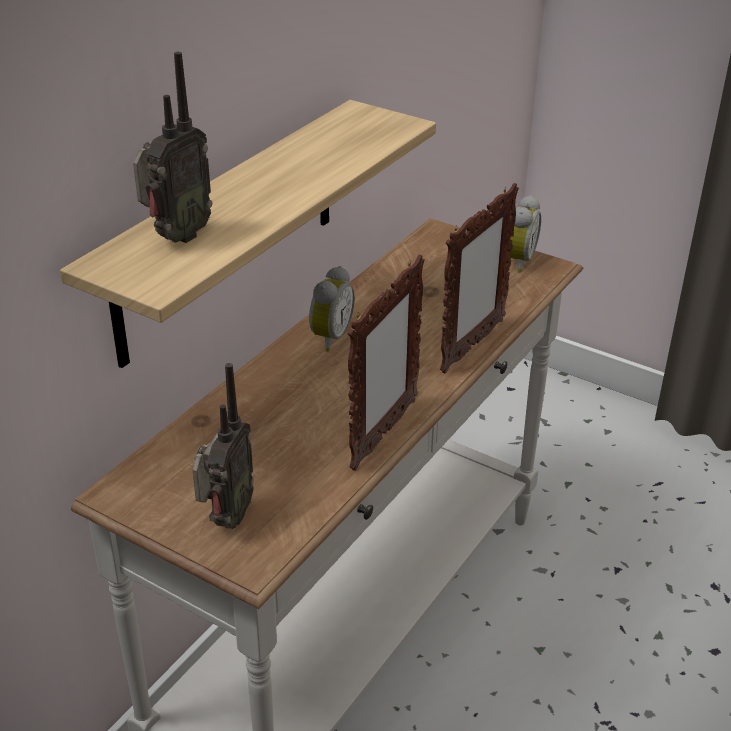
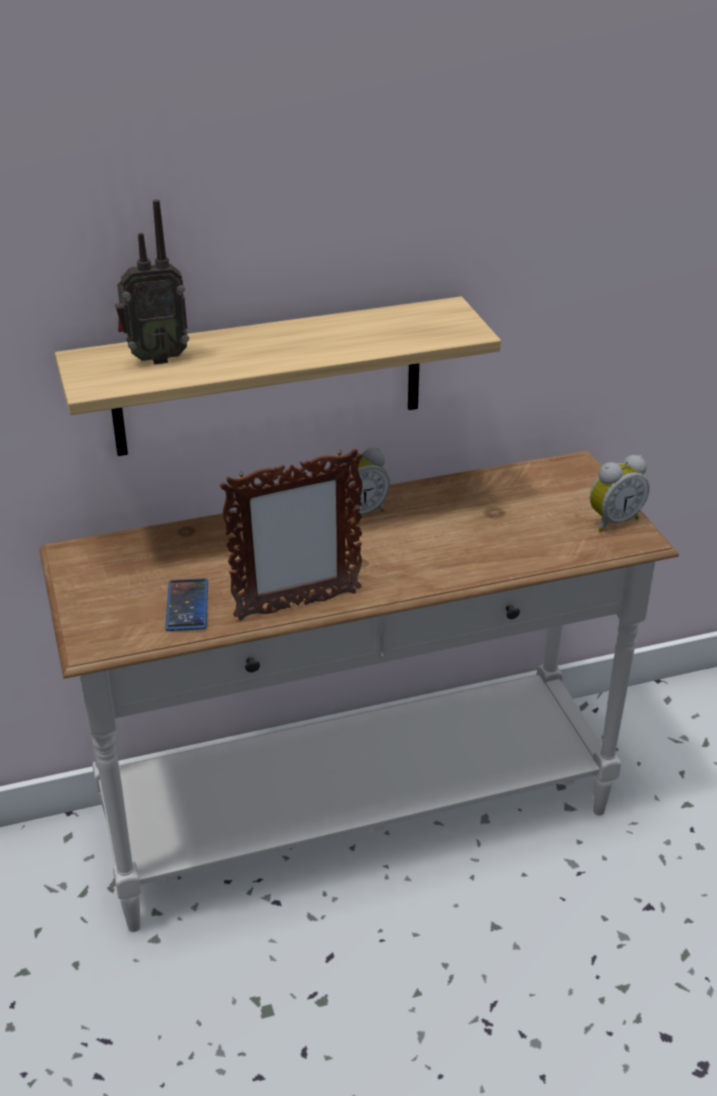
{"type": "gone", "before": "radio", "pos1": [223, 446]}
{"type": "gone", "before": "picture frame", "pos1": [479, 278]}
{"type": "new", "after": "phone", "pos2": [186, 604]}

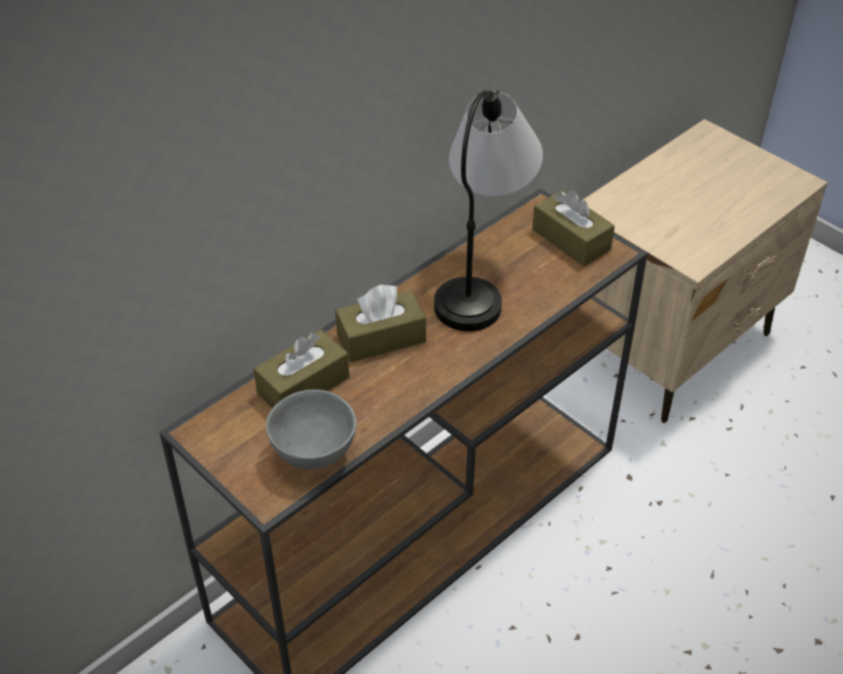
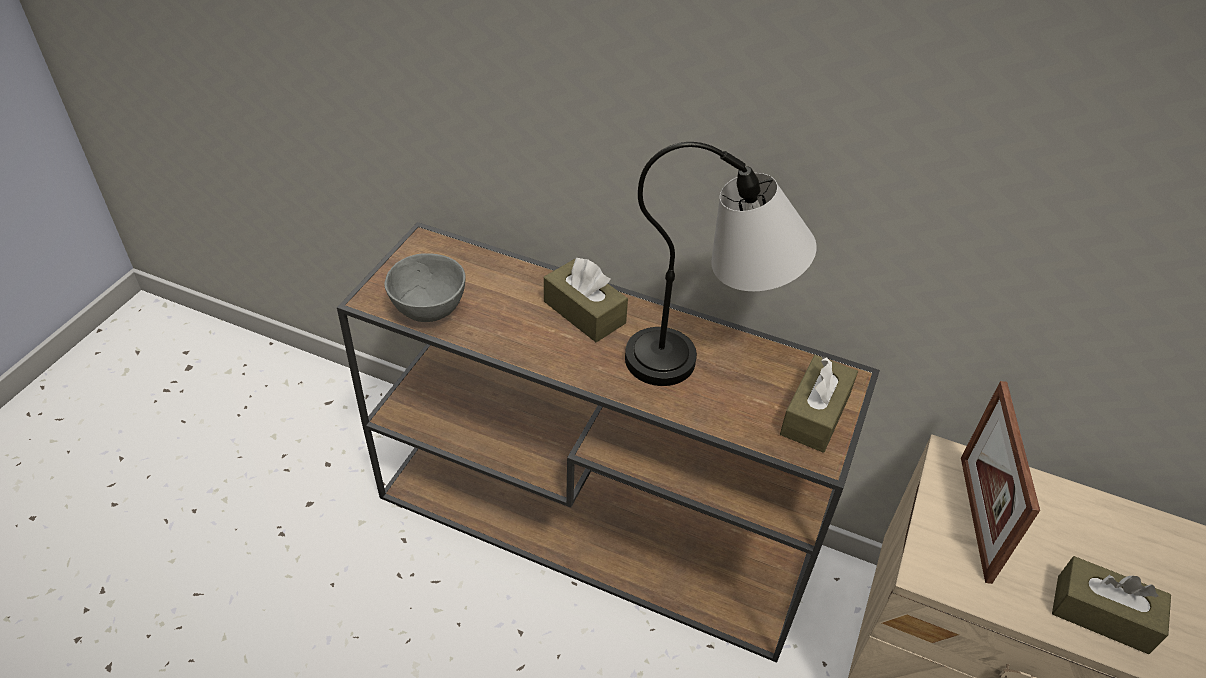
{"type": "new", "after": "picture frame", "pos2": [1000, 482]}
{"type": "shifted", "before": "tissue box in brown", "pos1": [301, 368], "pos2": [1111, 605]}

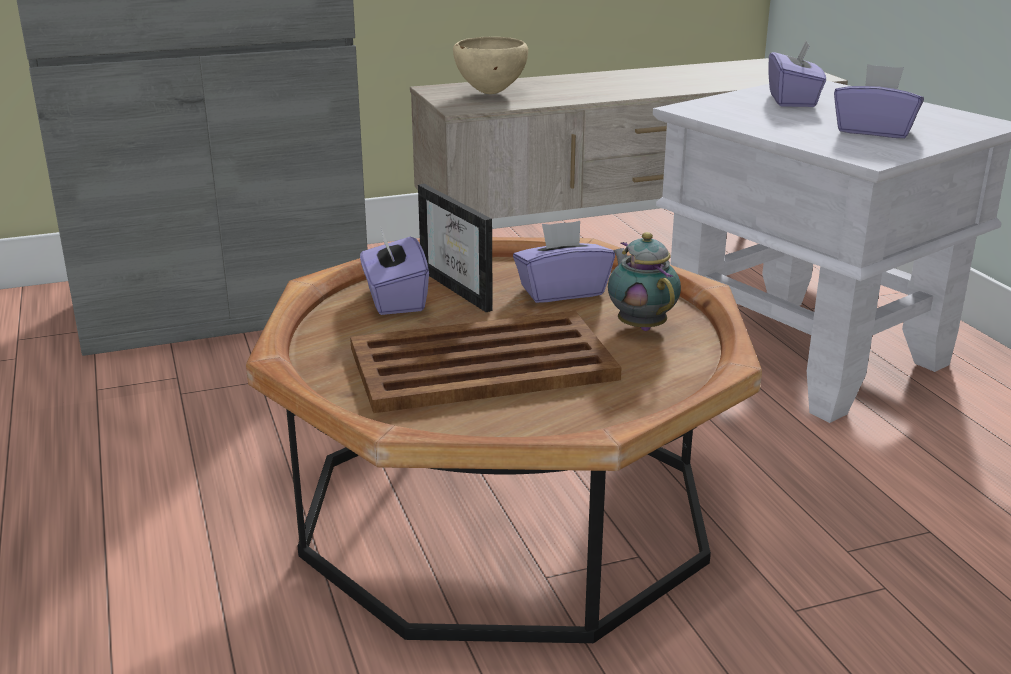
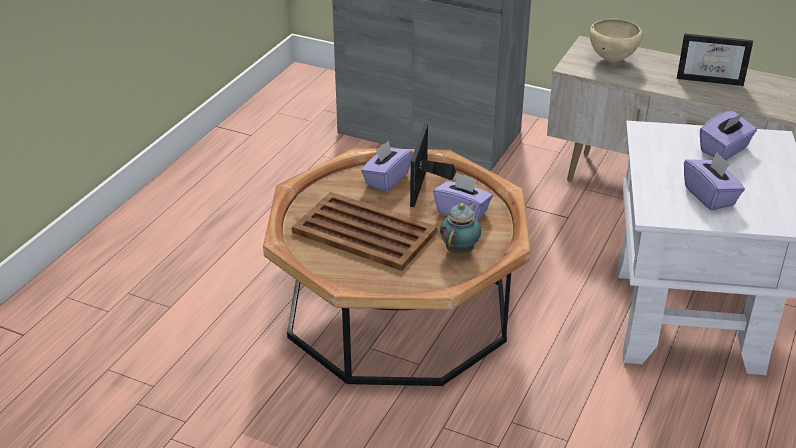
{"type": "new", "after": "picture frame", "pos2": [715, 59]}

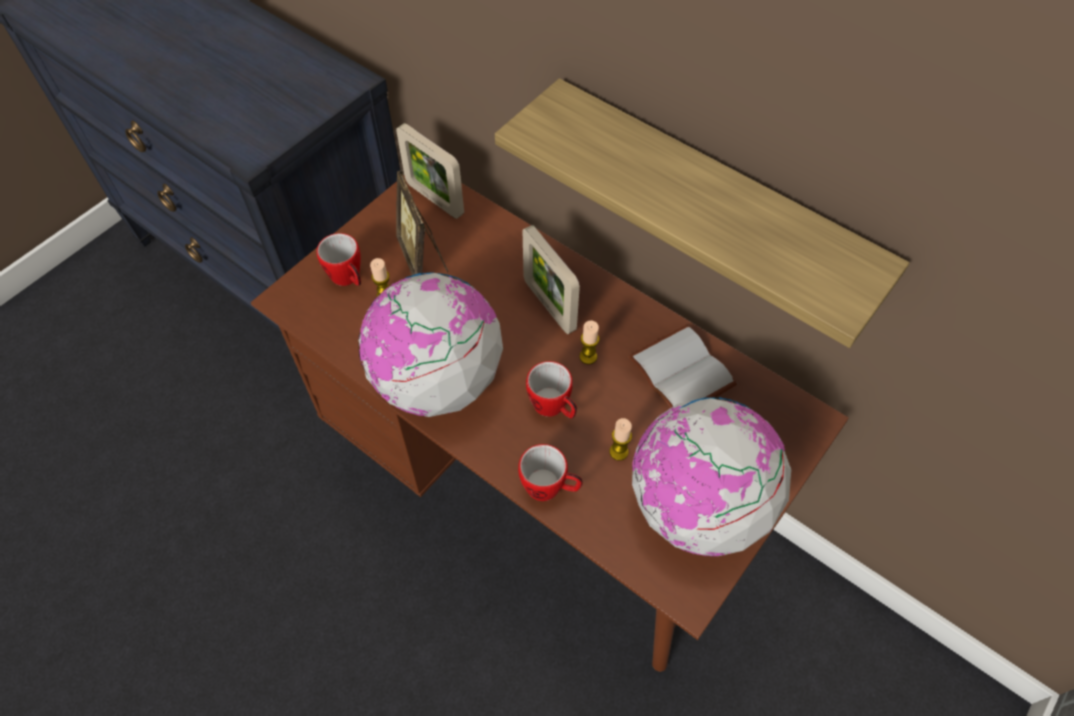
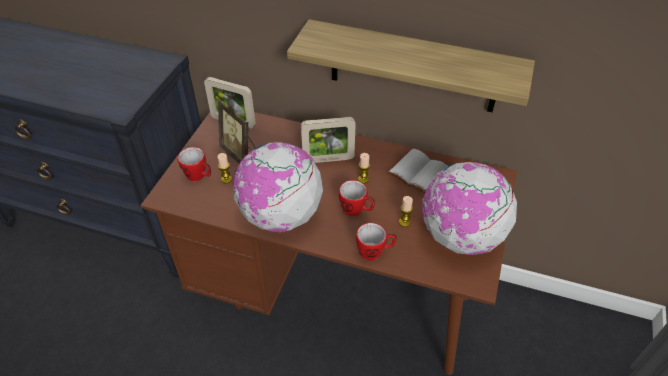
{"type": "rotated", "before": "picture frame", "pos1": [551, 279], "pos2": [328, 140], "turn": -45}

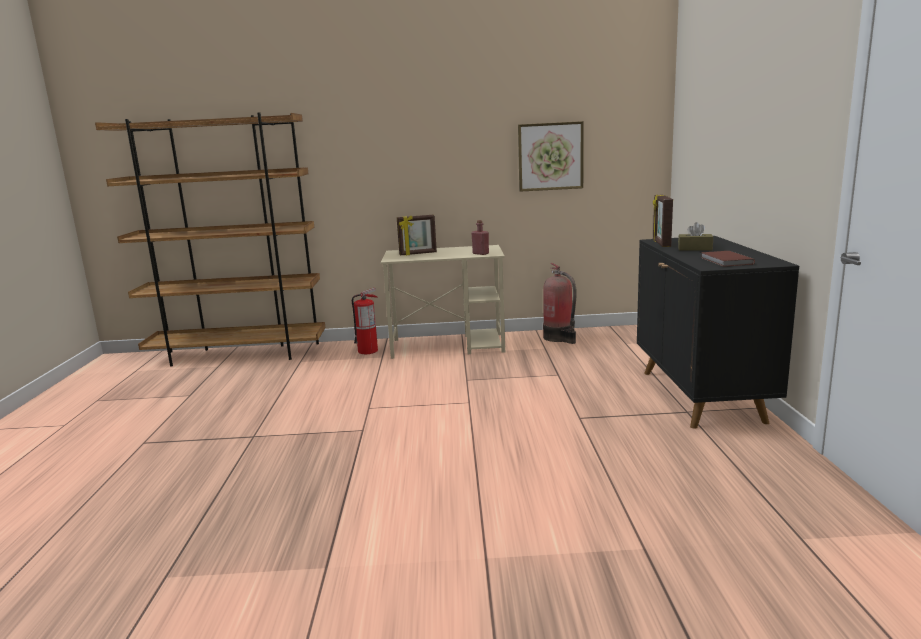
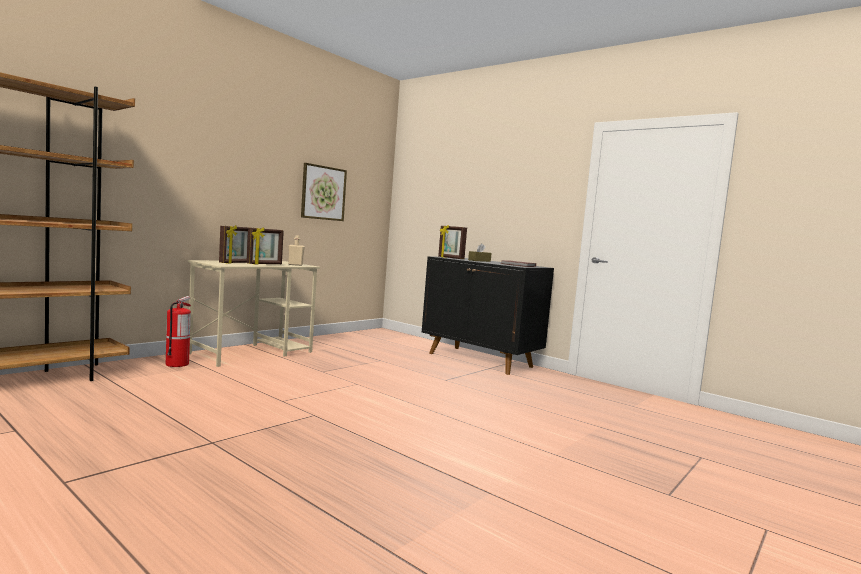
{"type": "gone", "before": "fire extinguisher", "pos1": [560, 303]}
{"type": "new", "after": "picture frame", "pos2": [265, 246]}
{"type": "repainted", "before": "bottle in red", "after": "bottle in beige", "pos1": [480, 237], "pos2": [296, 250]}

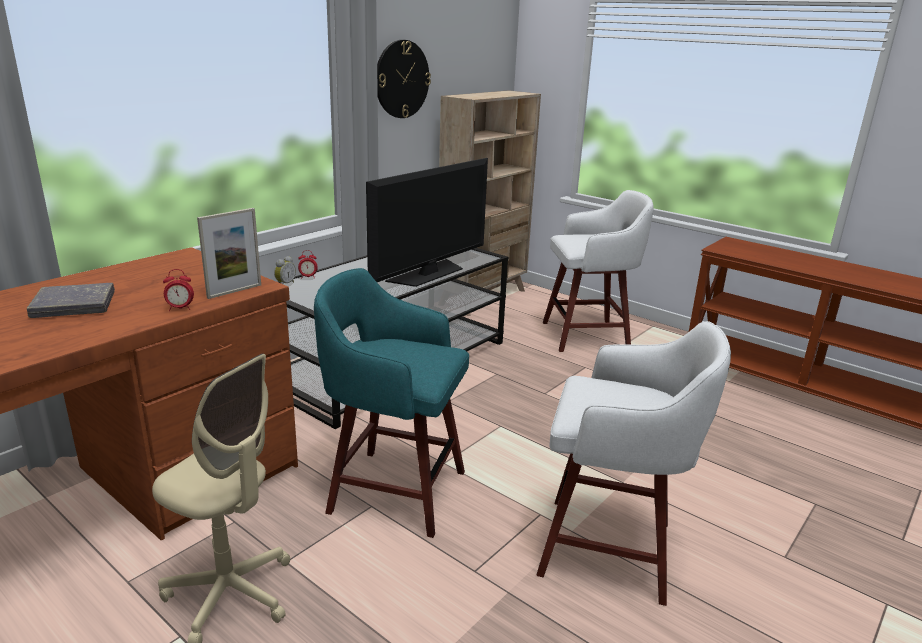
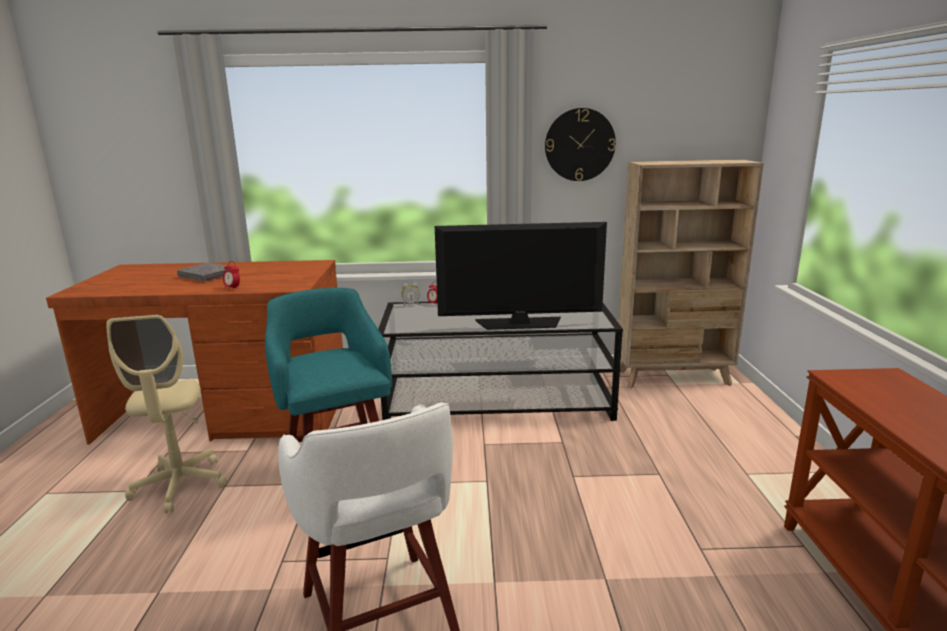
{"type": "gone", "before": "picture frame", "pos1": [229, 253]}
{"type": "gone", "before": "stool in white", "pos1": [598, 271]}

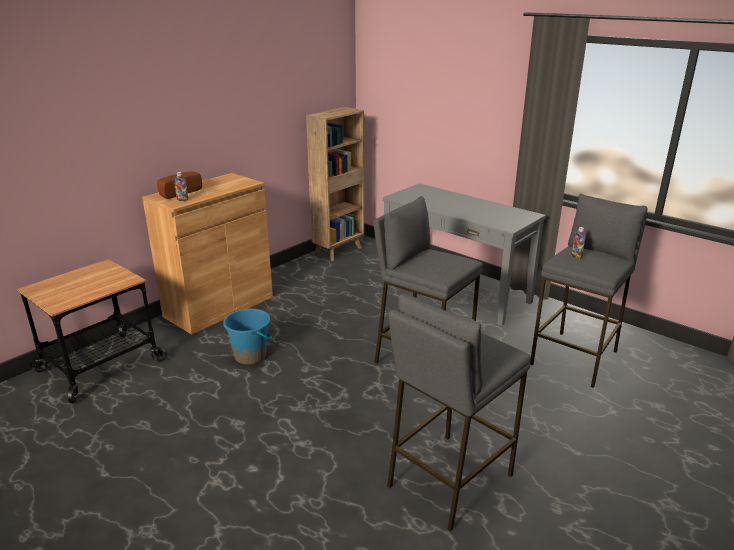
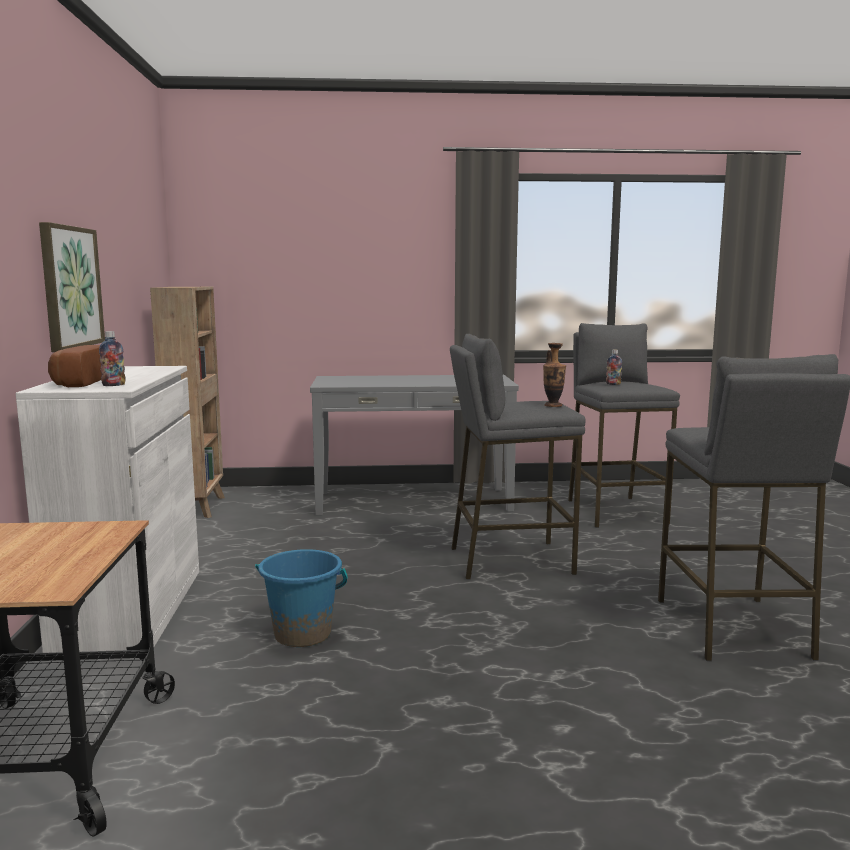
{"type": "new", "after": "picture", "pos2": [72, 287]}
{"type": "new", "after": "vase", "pos2": [554, 375]}
{"type": "repainted", "before": "cabinet in brown", "after": "cabinet in white", "pos1": [207, 254], "pos2": [107, 509]}

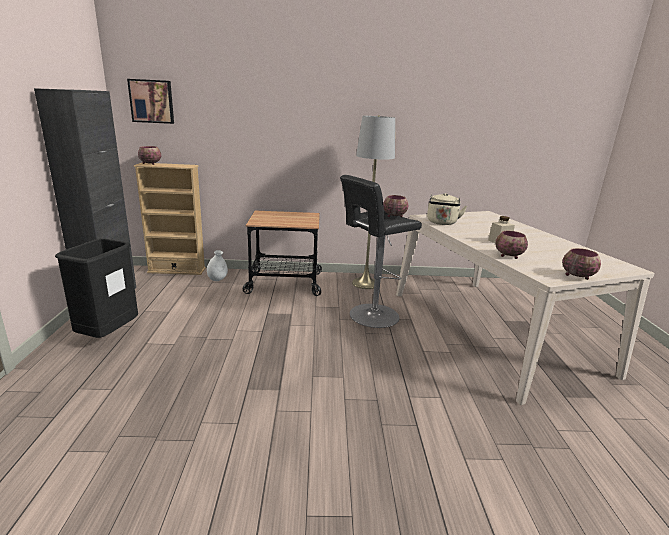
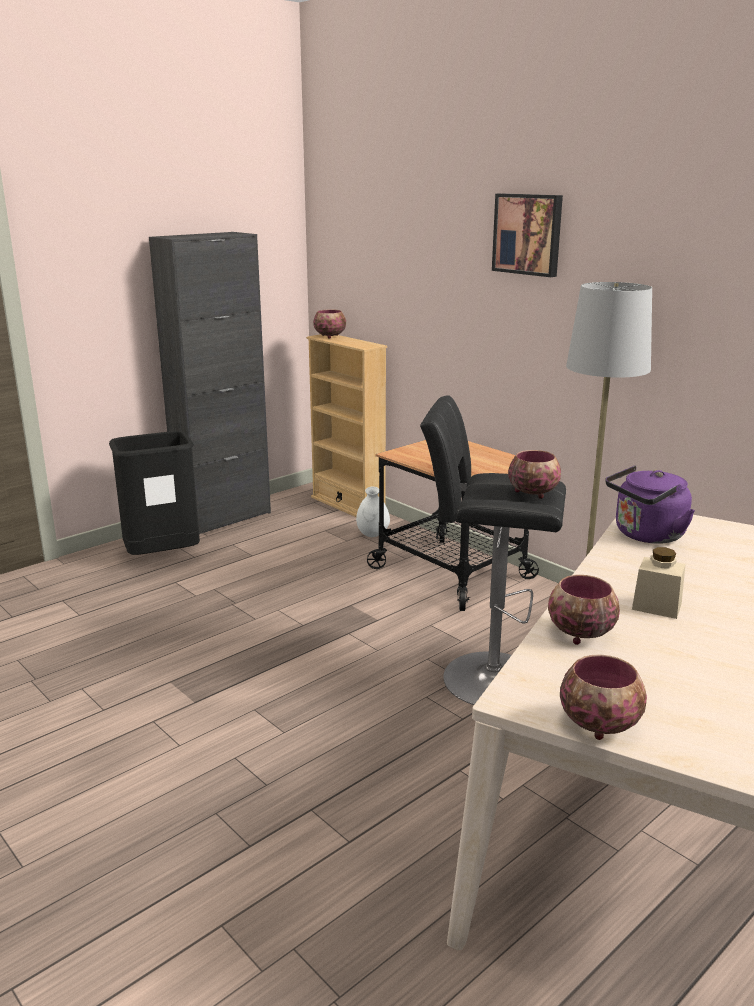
{"type": "shifted", "before": "picture", "pos1": [150, 101], "pos2": [527, 235]}
{"type": "repainted", "before": "kettle in beige", "after": "kettle in purple", "pos1": [447, 209], "pos2": [650, 505]}

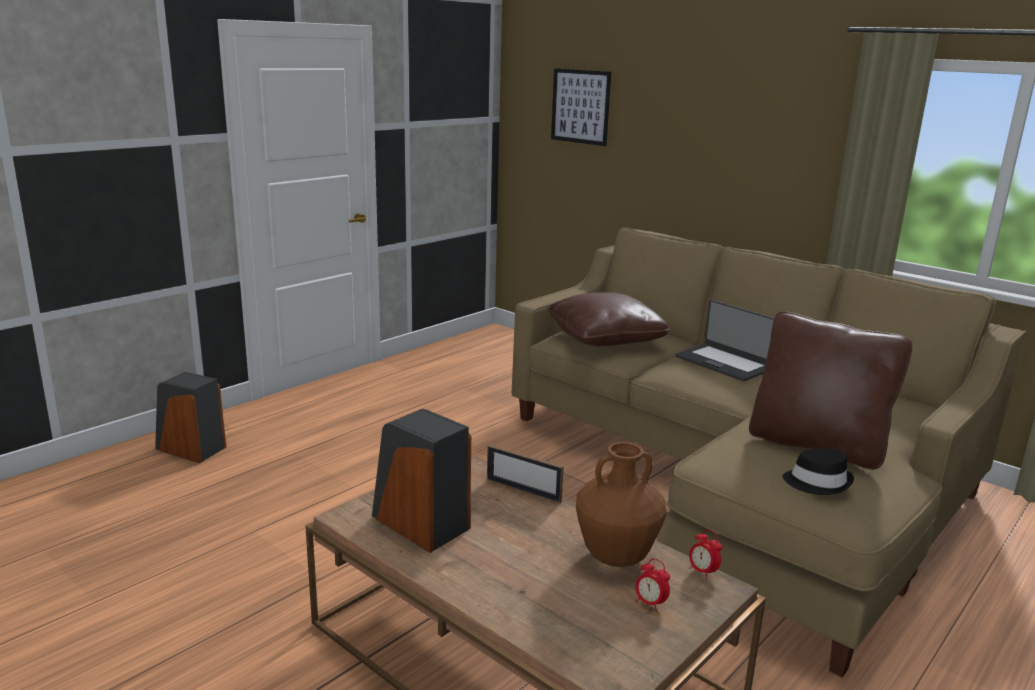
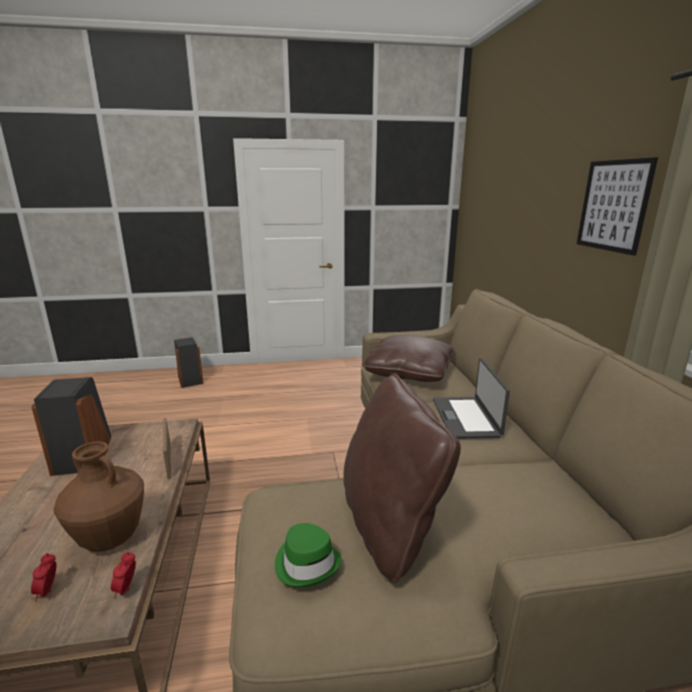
{"type": "shifted", "before": "picture", "pos1": [581, 107], "pos2": [617, 206]}
{"type": "repainted", "before": "hat in black", "after": "hat in green", "pos1": [818, 471], "pos2": [308, 555]}

